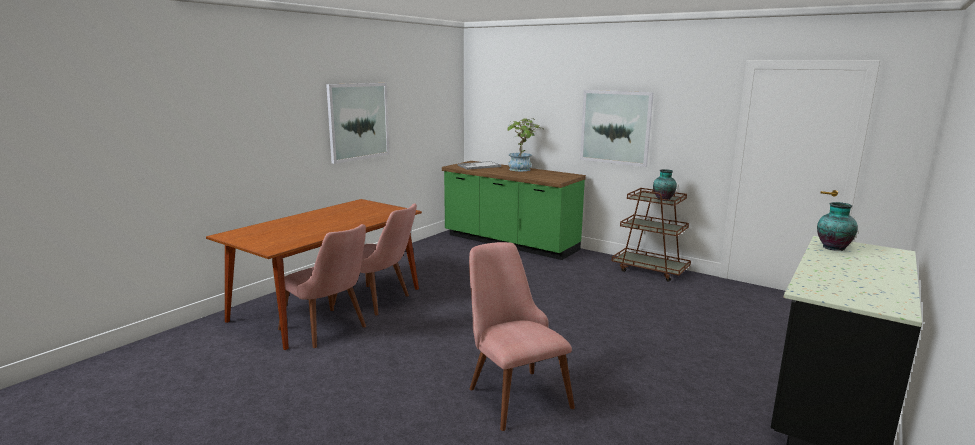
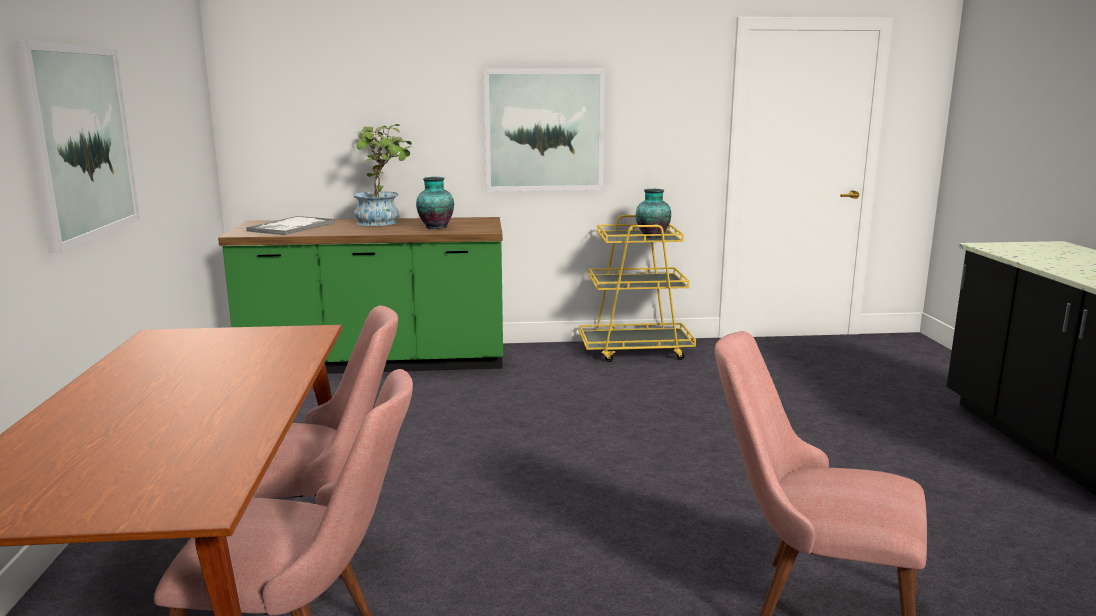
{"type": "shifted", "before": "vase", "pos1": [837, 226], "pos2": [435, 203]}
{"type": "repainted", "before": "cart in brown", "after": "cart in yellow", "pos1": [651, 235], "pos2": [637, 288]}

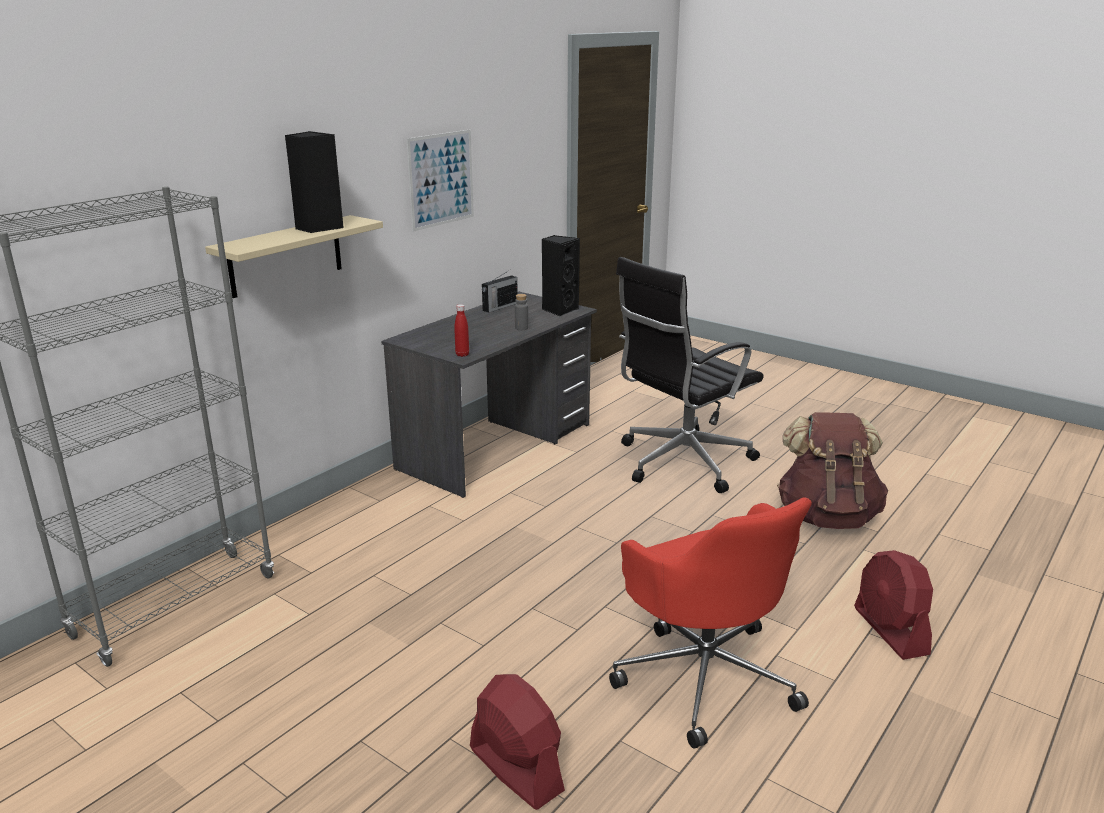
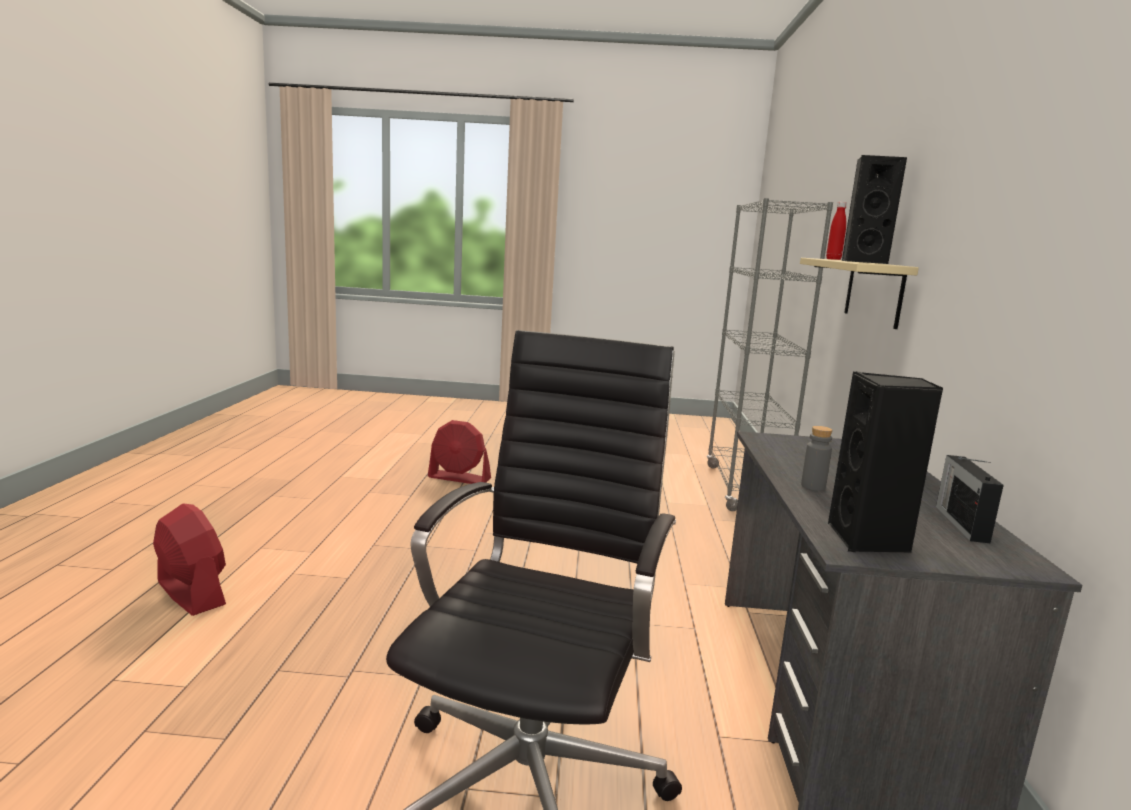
{"type": "gone", "before": "picture", "pos1": [440, 180]}
{"type": "gone", "before": "office chair in red", "pos1": [710, 623]}
{"type": "gone", "before": "backpack in brown", "pos1": [832, 470]}
{"type": "shifted", "before": "bottle in red", "pos1": [461, 330], "pos2": [836, 231]}

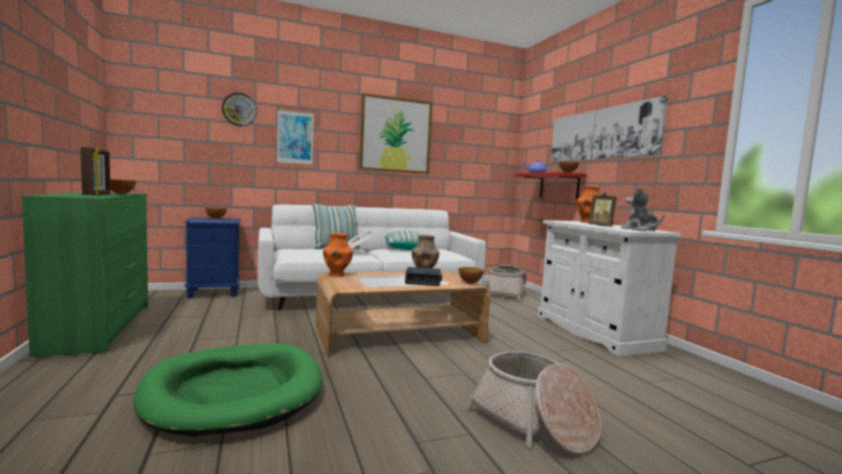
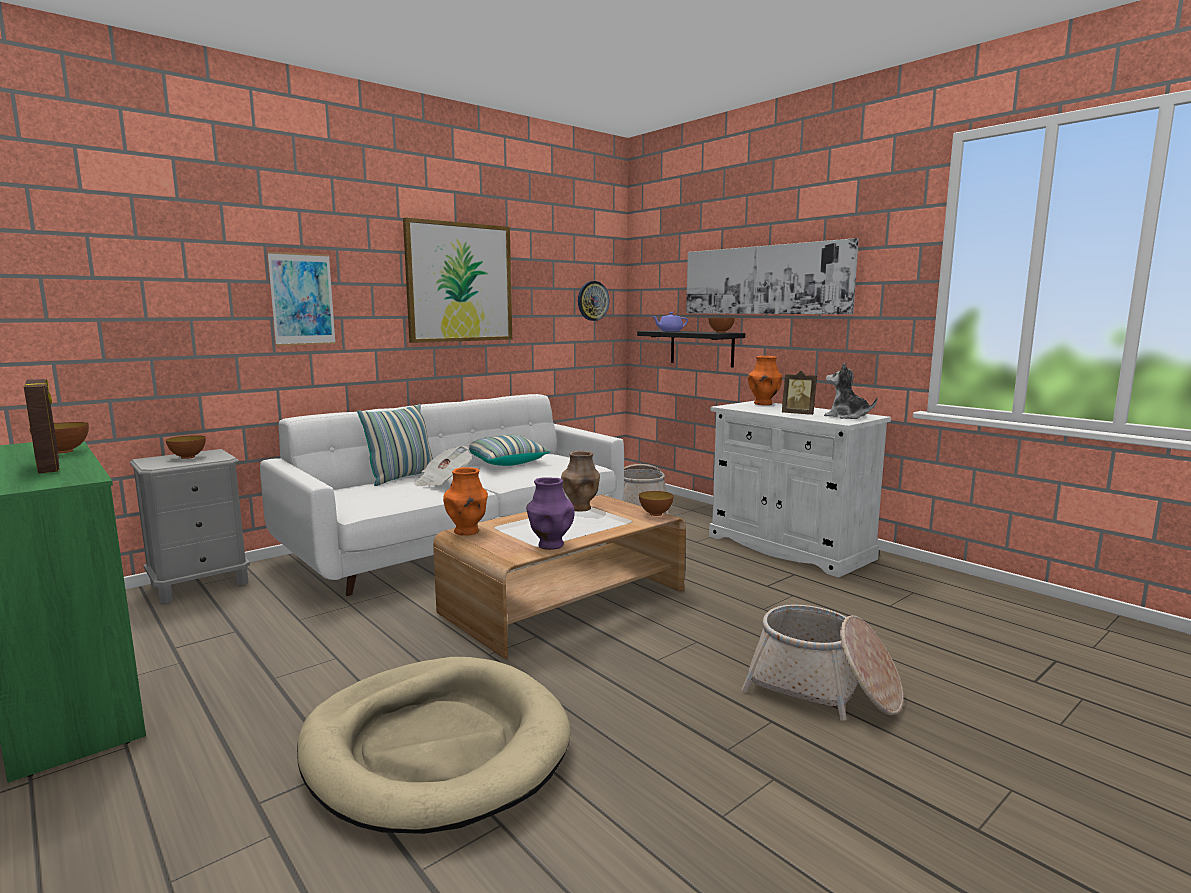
{"type": "gone", "before": "alarm clock", "pos1": [423, 276]}
{"type": "new", "after": "vase in purple", "pos2": [550, 513]}
{"type": "shifted", "before": "wall clock", "pos1": [239, 110], "pos2": [593, 301]}
{"type": "repainted", "before": "dog bed in green", "after": "dog bed in beige", "pos1": [228, 390], "pos2": [434, 745]}
{"type": "repainted", "before": "nightstand in blue", "after": "nightstand in grey", "pos1": [212, 257], "pos2": [190, 526]}
{"type": "repainted", "before": "shelf in red", "after": "shelf in black", "pos1": [551, 185], "pos2": [691, 348]}

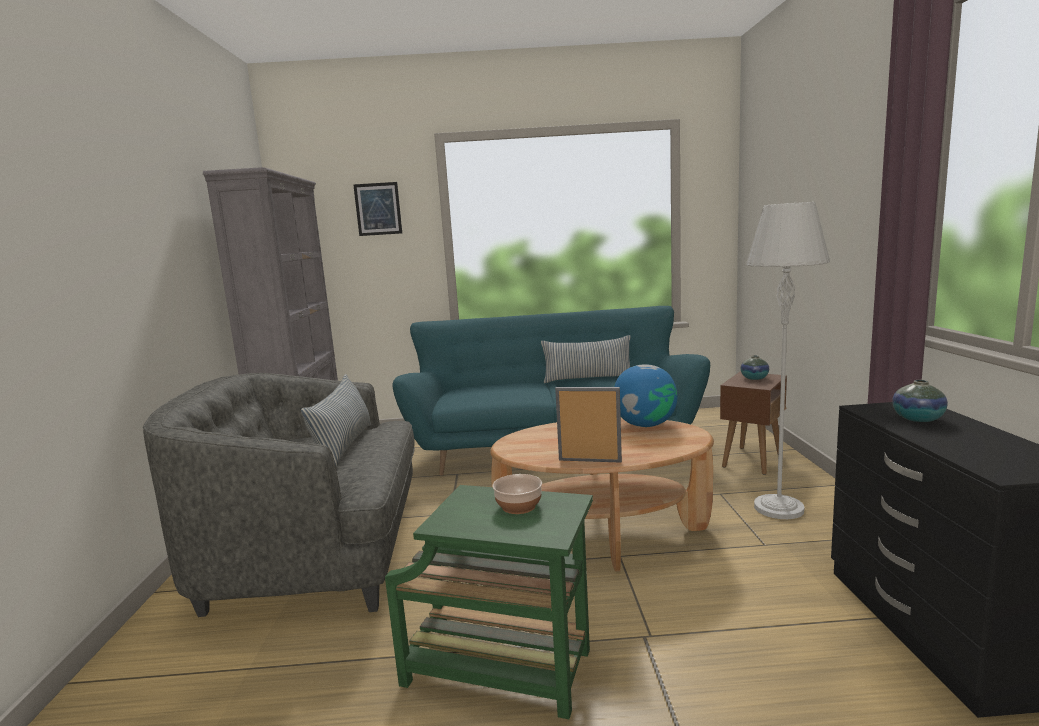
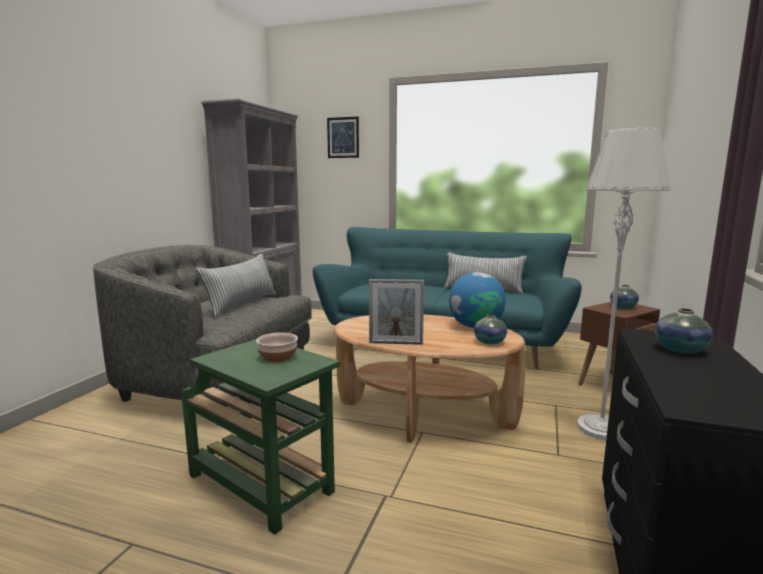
{"type": "new", "after": "vase", "pos2": [490, 329]}
{"type": "rotated", "before": "picture frame", "pos1": [588, 425], "pos2": [396, 312], "turn": 150}

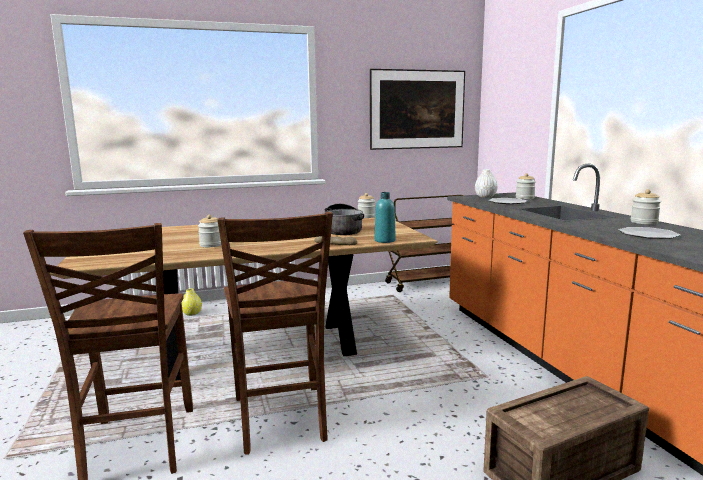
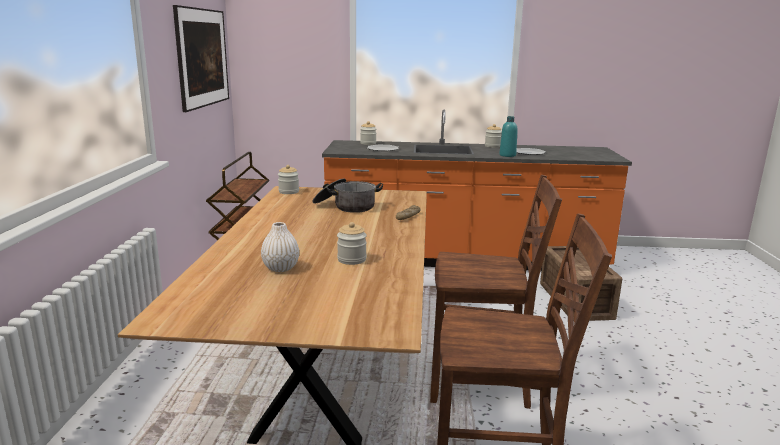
{"type": "gone", "before": "vase in yellow", "pos1": [192, 302]}
{"type": "shifted", "before": "bottle in turquoise", "pos1": [385, 217], "pos2": [508, 136]}
{"type": "shifted", "before": "vase in white", "pos1": [486, 183], "pos2": [280, 247]}

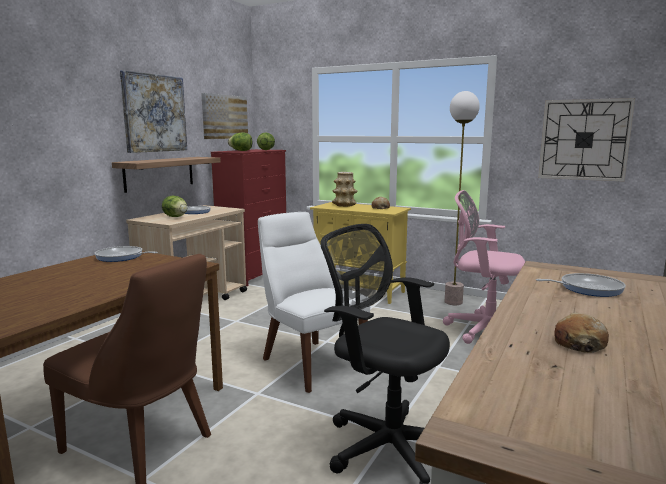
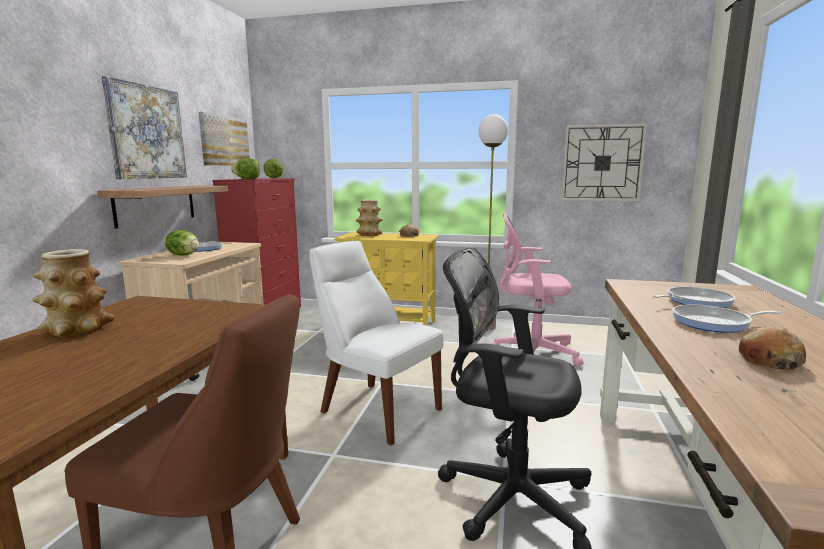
{"type": "new", "after": "vase", "pos2": [74, 293]}
{"type": "shifted", "before": "frying pan", "pos1": [126, 254], "pos2": [726, 319]}

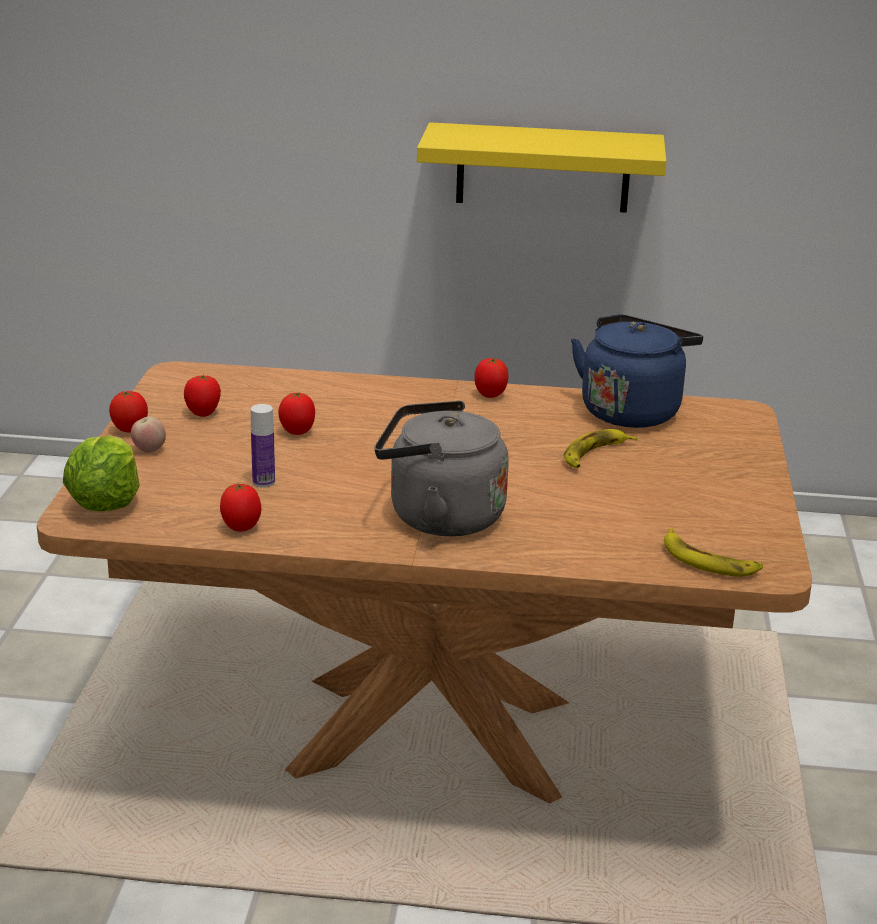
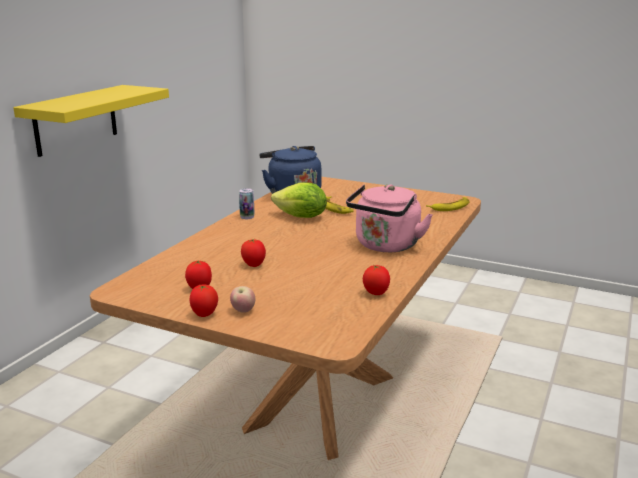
{"type": "gone", "before": "bottle", "pos1": [263, 446]}
{"type": "shifted", "before": "lettuce", "pos1": [101, 473], "pos2": [299, 200]}
{"type": "swapped", "before": "tomato", "after": "can", "pos1": [491, 378], "pos2": [247, 203]}
{"type": "repainted", "before": "kettle in grey", "after": "kettle in pink", "pos1": [441, 468], "pos2": [389, 218]}

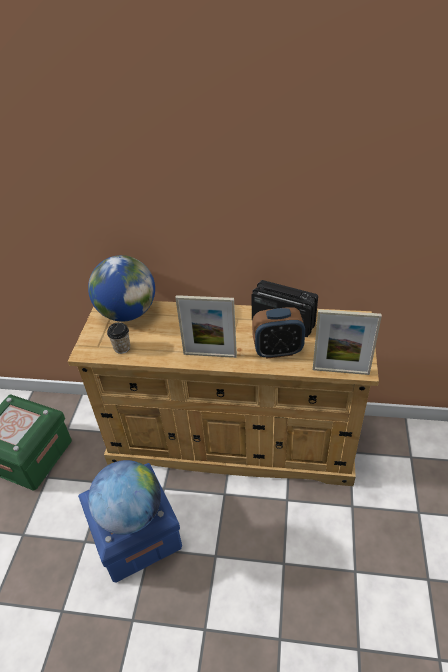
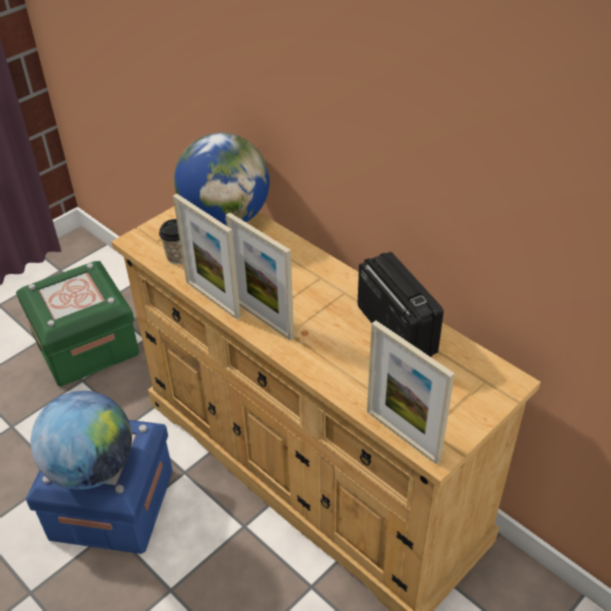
{"type": "gone", "before": "alarm clock", "pos1": [278, 333]}
{"type": "new", "after": "picture frame", "pos2": [207, 256]}

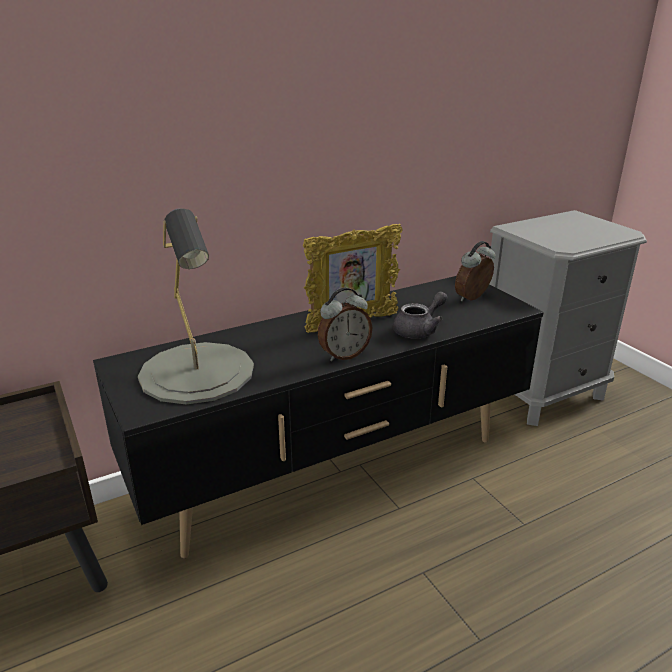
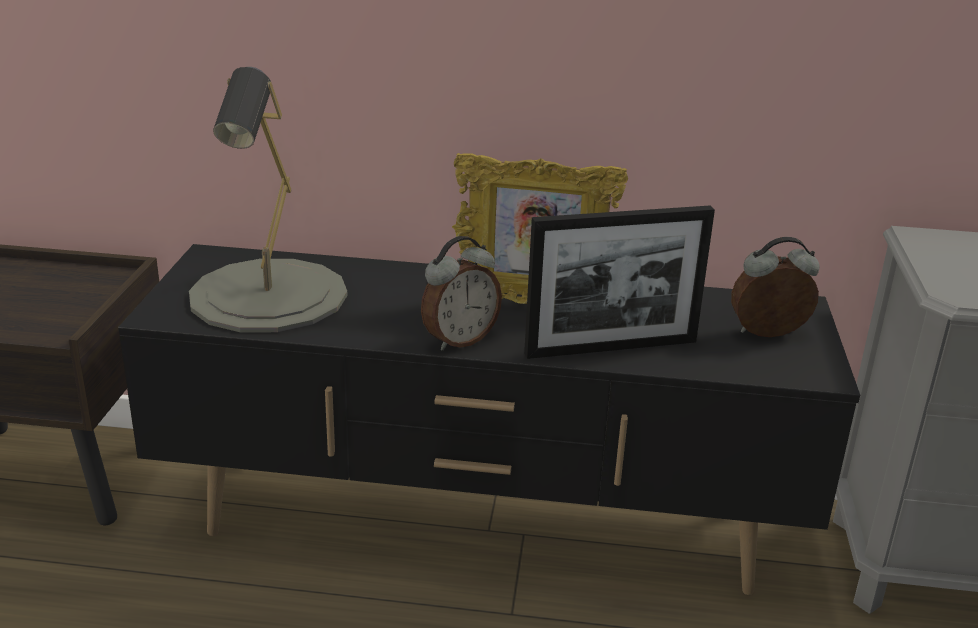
{"type": "swapped", "before": "teapot in grey", "after": "picture frame", "pos1": [420, 315], "pos2": [619, 282]}
{"type": "rotated", "before": "alarm clock", "pos1": [345, 324], "pos2": [461, 293], "turn": -45}

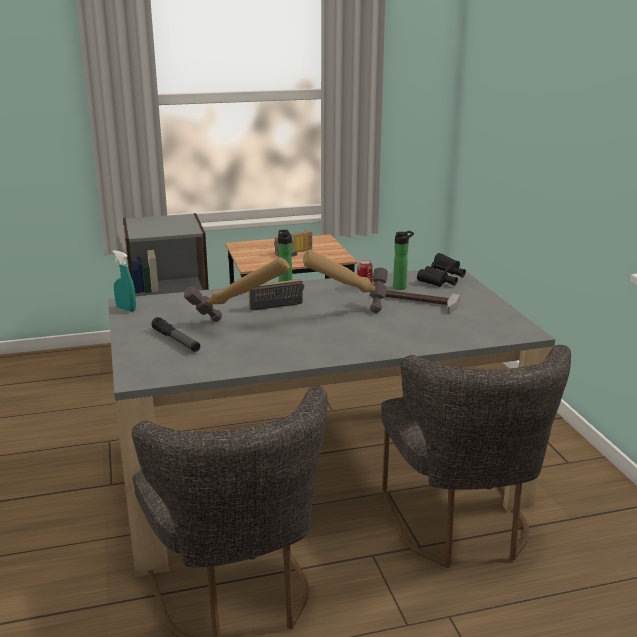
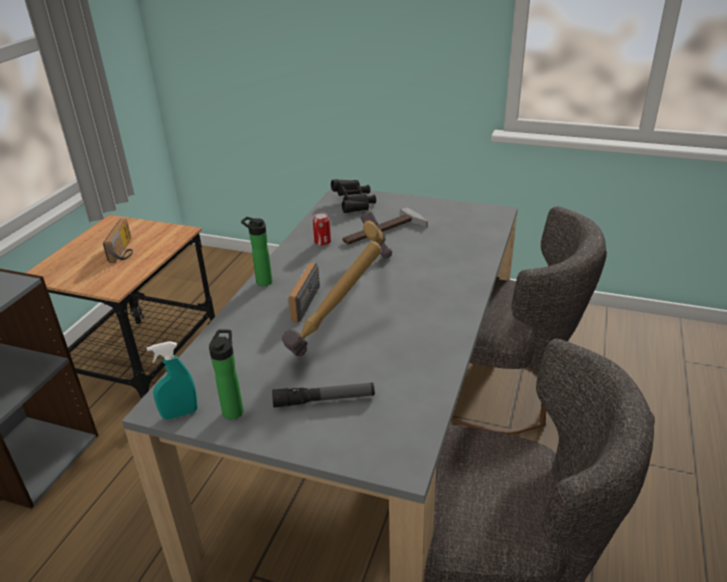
{"type": "shifted", "before": "bottle", "pos1": [403, 260], "pos2": [226, 375]}

